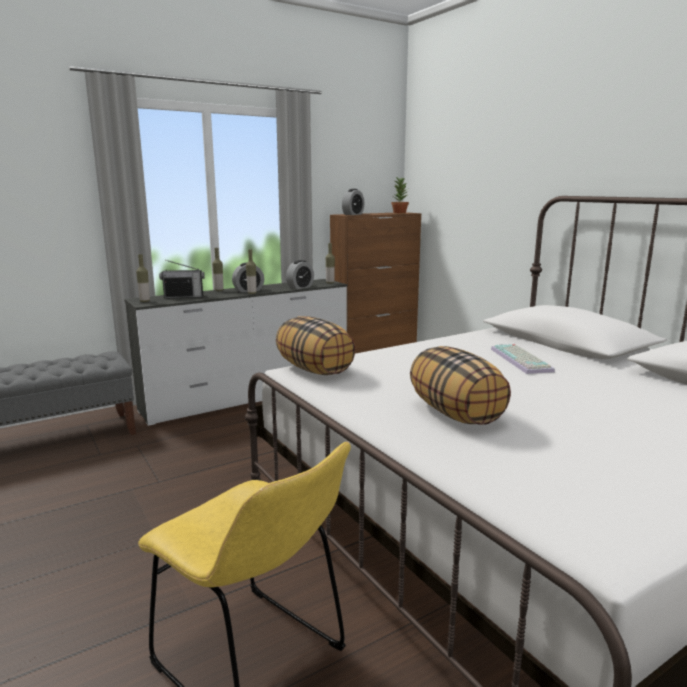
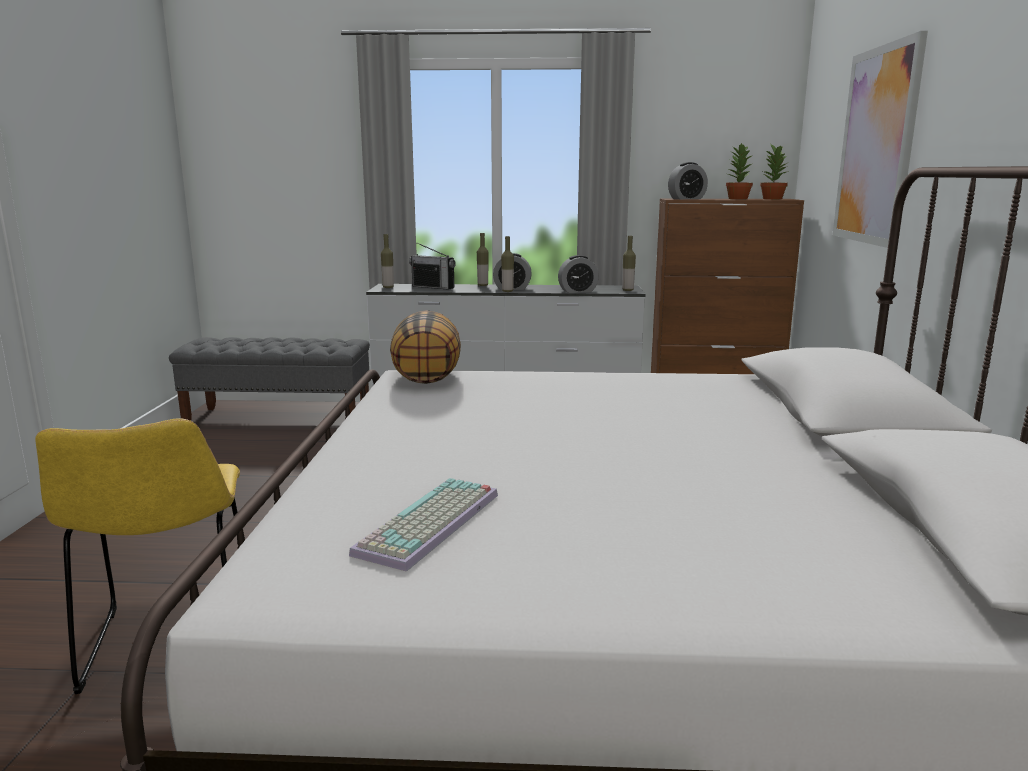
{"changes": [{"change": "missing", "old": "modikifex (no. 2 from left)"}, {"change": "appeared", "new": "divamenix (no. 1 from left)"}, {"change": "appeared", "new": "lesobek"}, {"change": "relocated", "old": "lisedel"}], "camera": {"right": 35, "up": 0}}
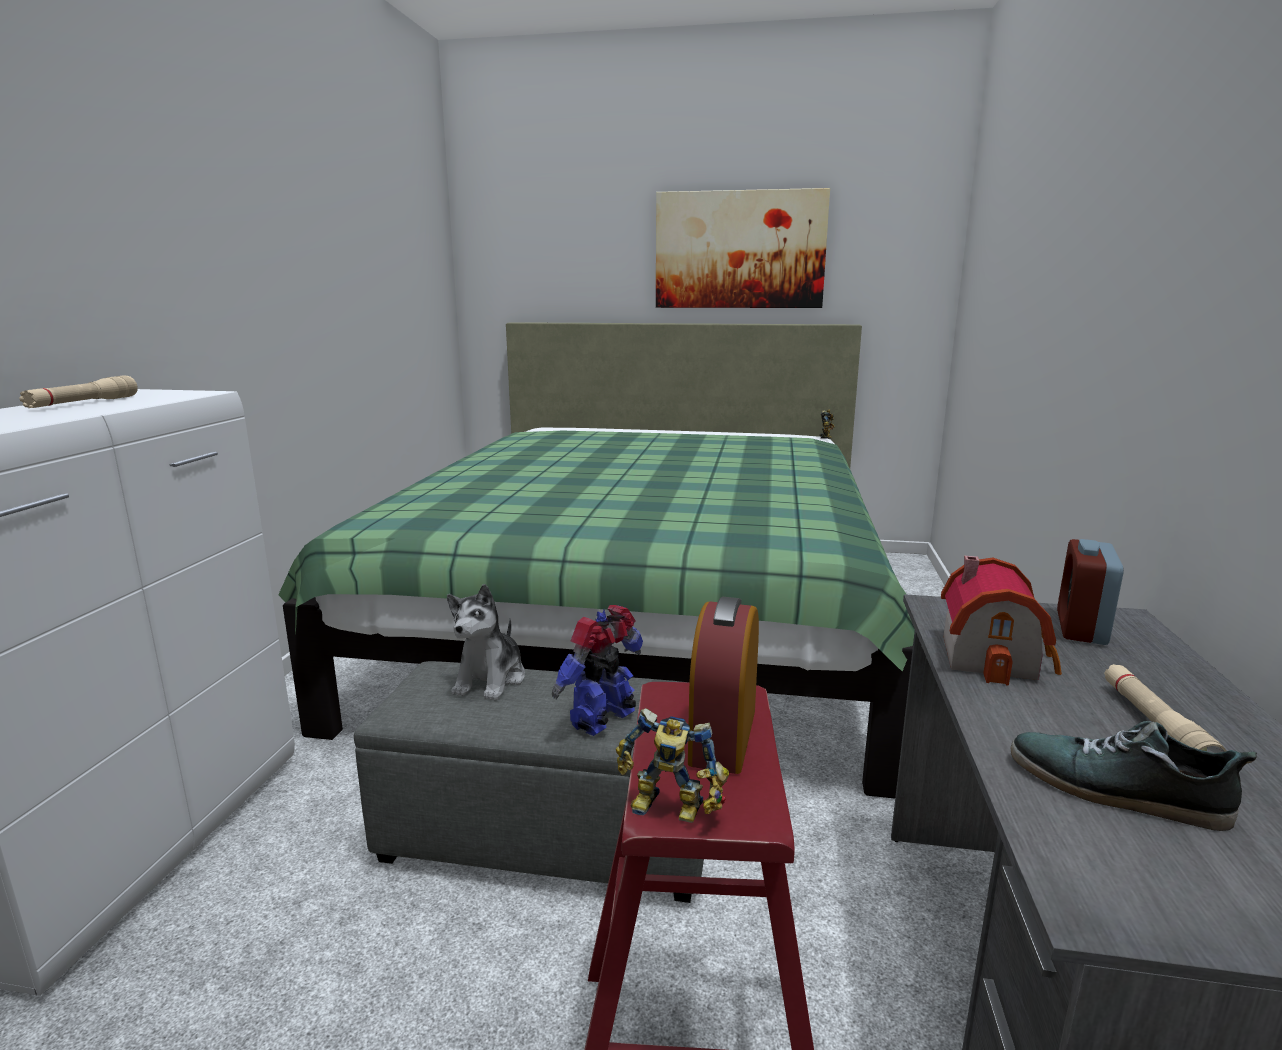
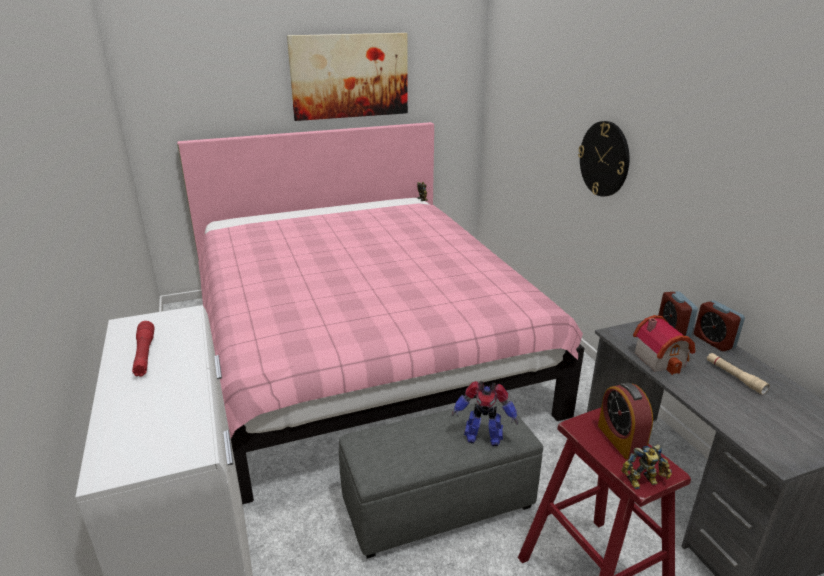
{"changes": [{"change": "missing", "old": "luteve"}, {"change": "missing", "old": "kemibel"}, {"change": "appeared", "new": "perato"}, {"change": "appeared", "new": "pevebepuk (no. 3 from left)"}, {"change": "colour", "old": "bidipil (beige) (no. 1 from left)", "new": "bidipil (red)"}, {"change": "colour", "old": "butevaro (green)", "new": "butevaro (pink)"}, {"change": "spun", "old": "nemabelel (no. 1 from left in the first image)", "degrees": -90}], "camera": {"right": -30, "up": 10}}
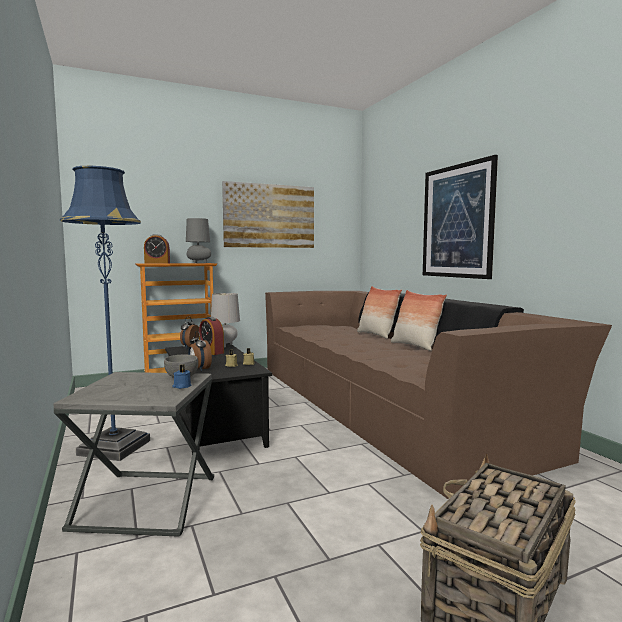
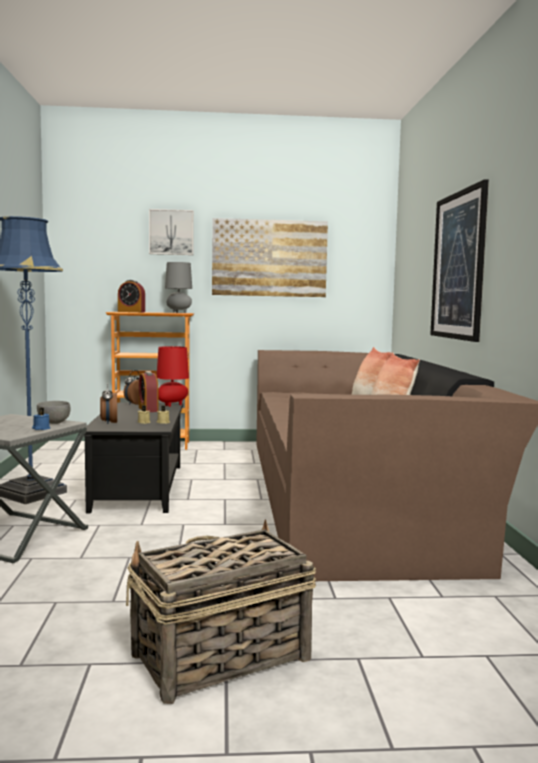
{"changes": [{"change": "appeared", "new": "lesobek (no. 1 from left)"}, {"change": "colour", "old": "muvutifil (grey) (no. 2 from left)", "new": "muvutifil (red)"}], "camera": {"right": 20, "up": 0}}
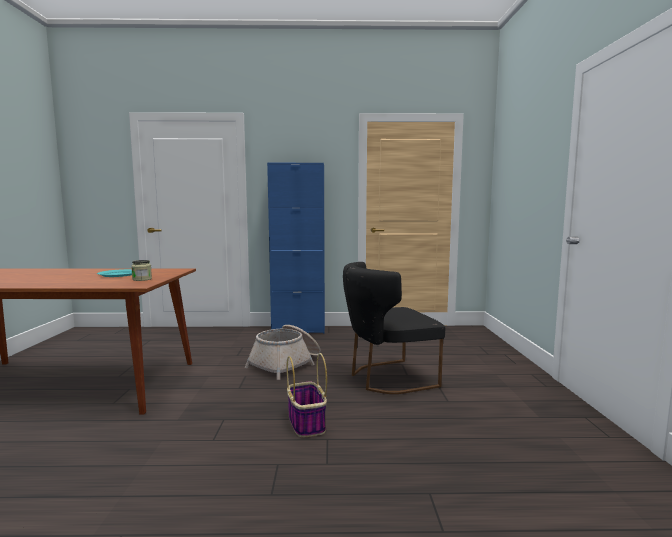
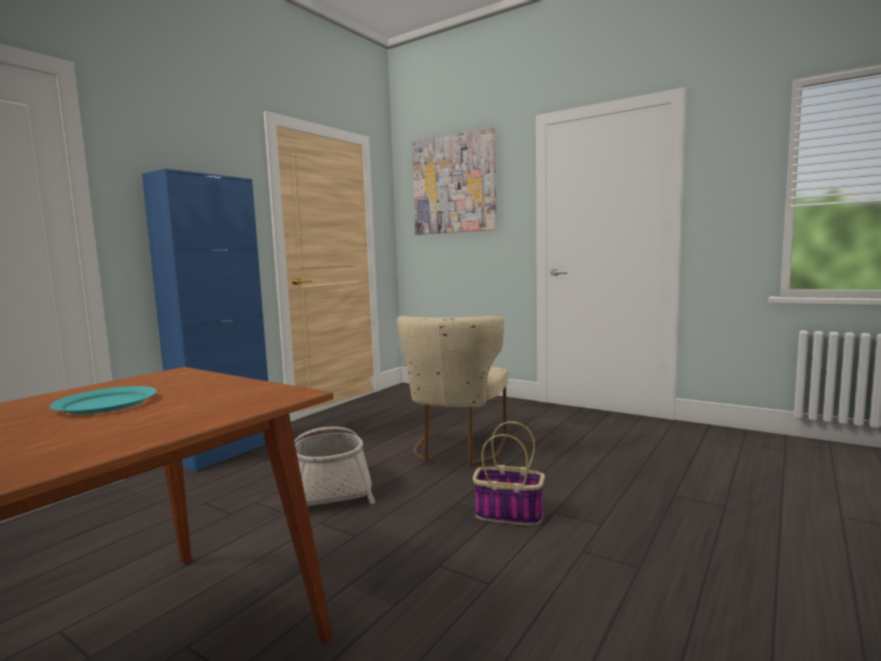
{"changes": [{"change": "missing", "old": "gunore"}, {"change": "appeared", "new": "lesobek"}, {"change": "colour", "old": "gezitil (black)", "new": "gezitil (beige)"}], "camera": {"right": -55, "up": 0}}
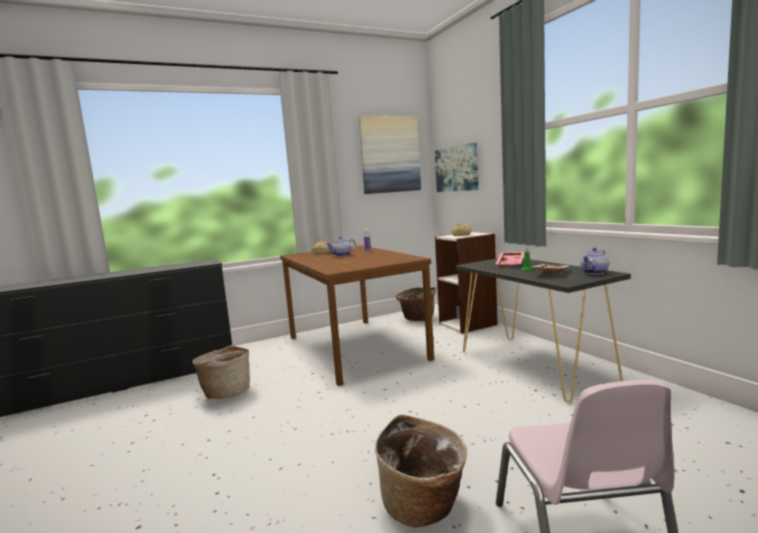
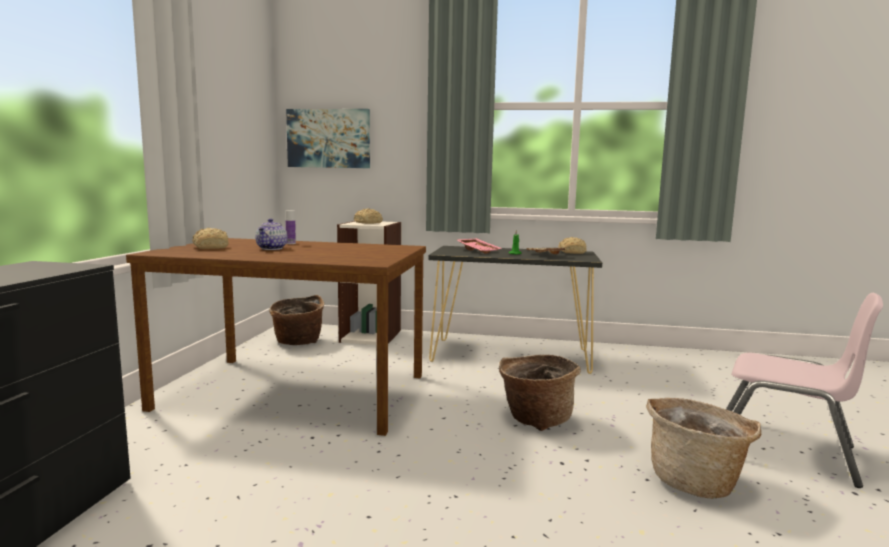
{"changes": [{"change": "missing", "old": "lesobek (no. 1 from left)"}, {"change": "relocated", "old": "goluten (no. 1 from left in the first image)", "new": "goluten (no. 2 from left)"}, {"change": "exchanged", "old": "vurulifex (no. 2 from left)", "new": "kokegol (no. 3 from left)"}], "camera": {"right": -55, "up": 0}}
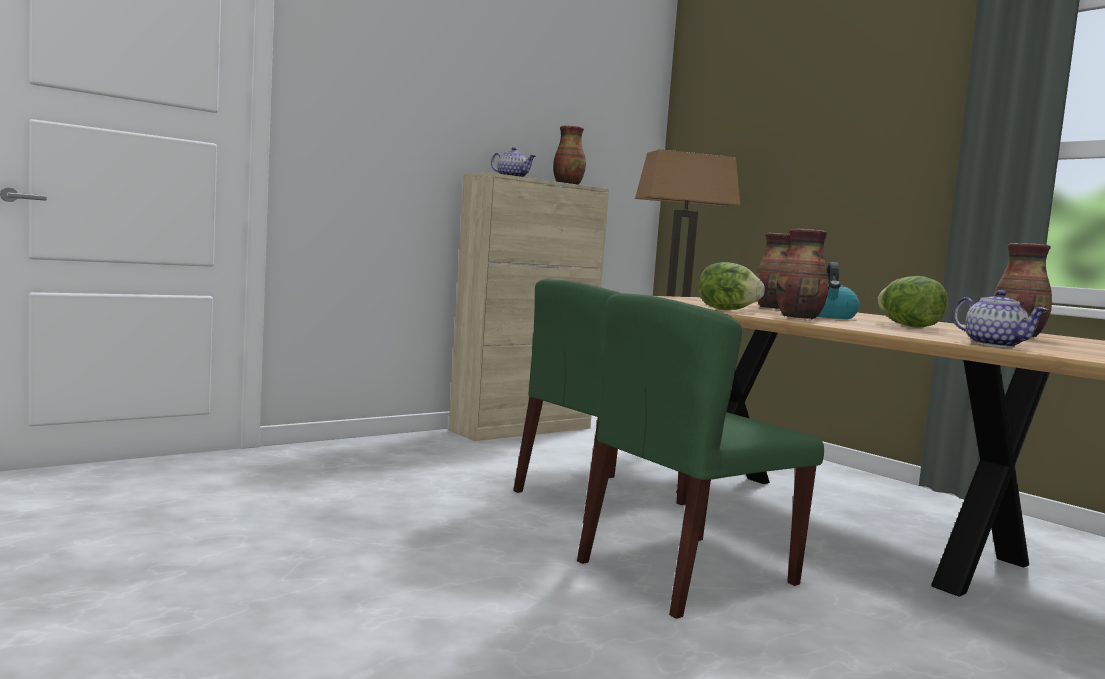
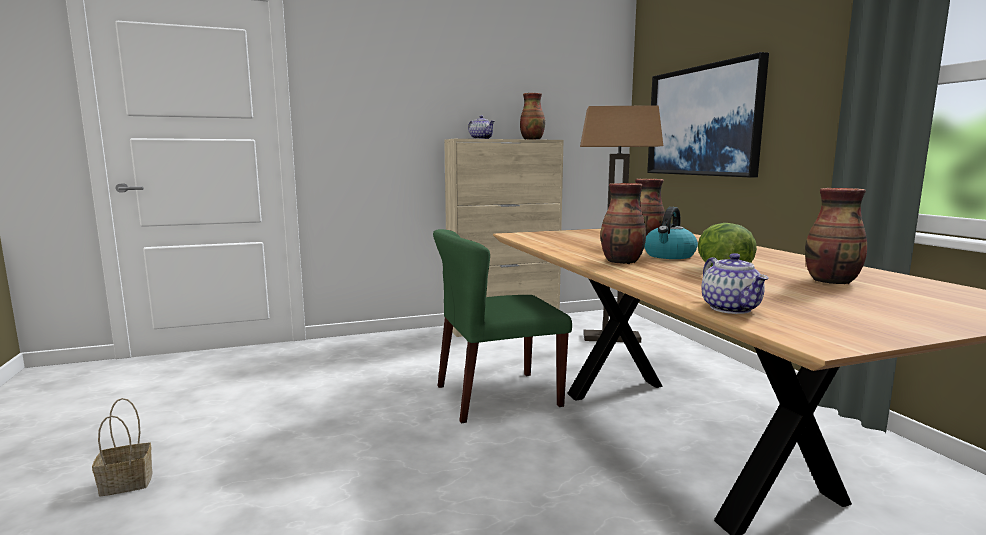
{"changes": [{"change": "missing", "old": "gezitil (green) (no. 2 from left)"}, {"change": "missing", "old": "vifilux (no. 1 from left)"}, {"change": "appeared", "new": "goluten"}, {"change": "appeared", "new": "lesobek"}], "camera": {"right": 20, "up": 5}}
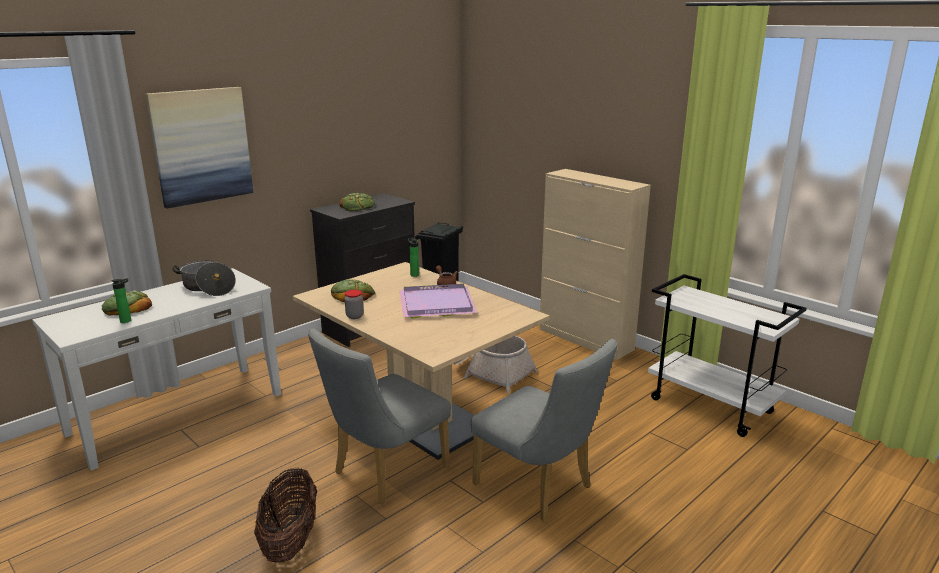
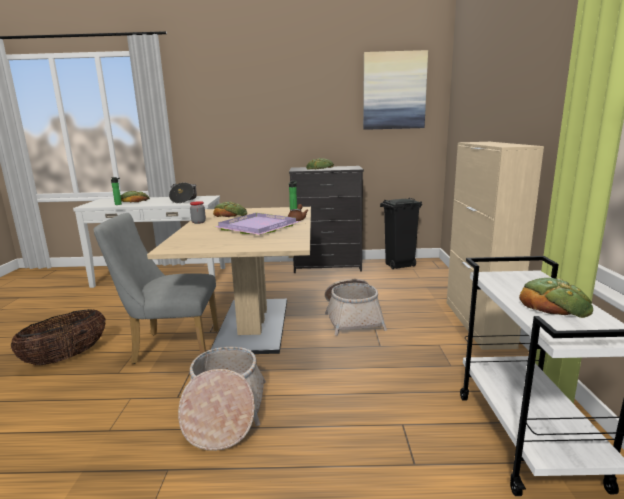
{"changes": [{"change": "appeared", "new": "kokegol (no. 4 from left)"}, {"change": "relocated", "old": "lesobek"}, {"change": "exchanged", "old": "gezitil (grey) (no. 2 from left)", "new": "goluten (no. 2 from left)"}], "camera": {"right": 45, "up": -5}}
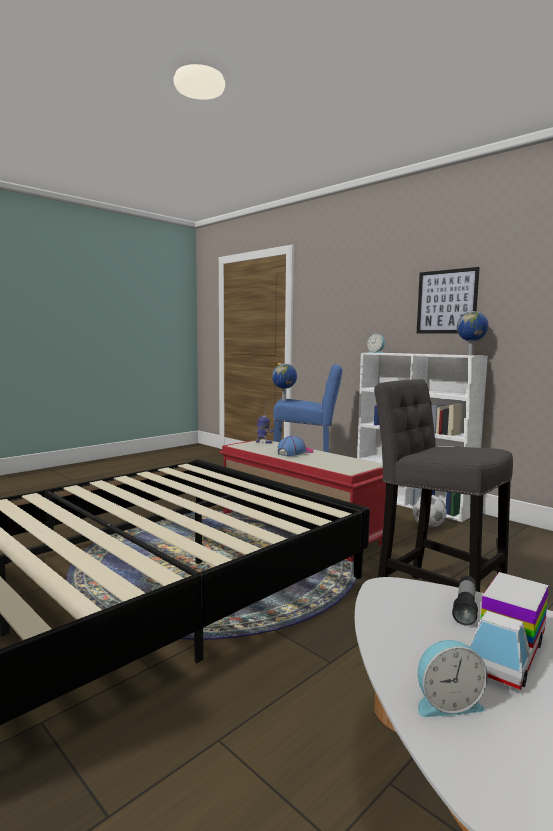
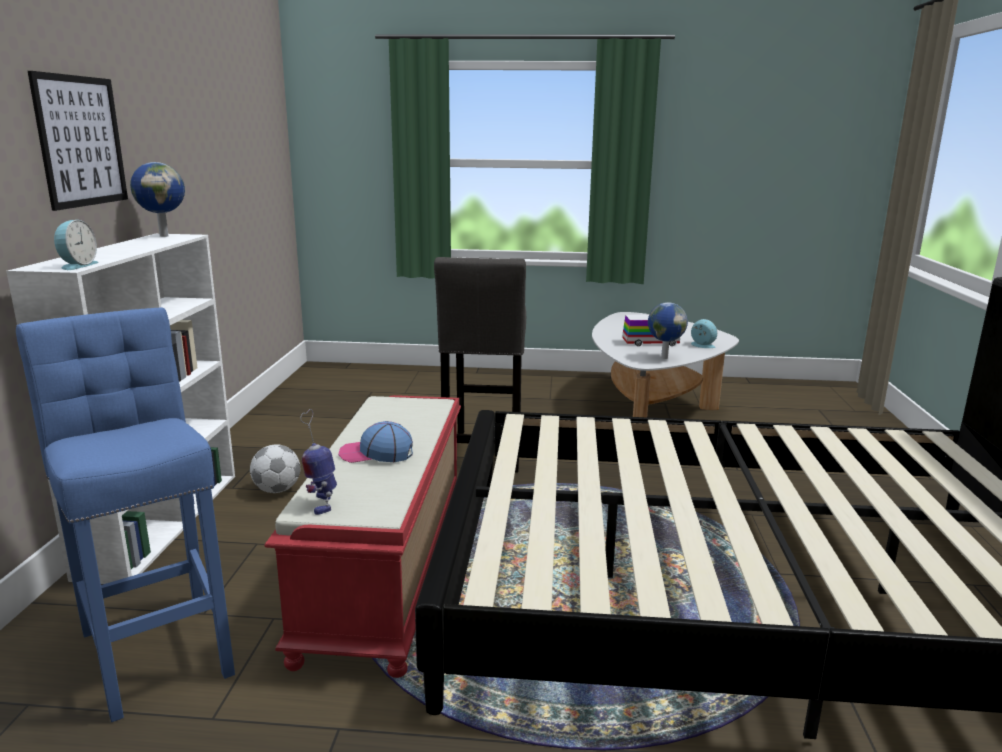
{"changes": [{"change": "missing", "old": "bidipil"}, {"change": "relocated", "old": "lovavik (no. 1 from left in the first image)", "new": "lovavik (no. 2 from left)"}], "camera": {"right": -130, "up": 10}}
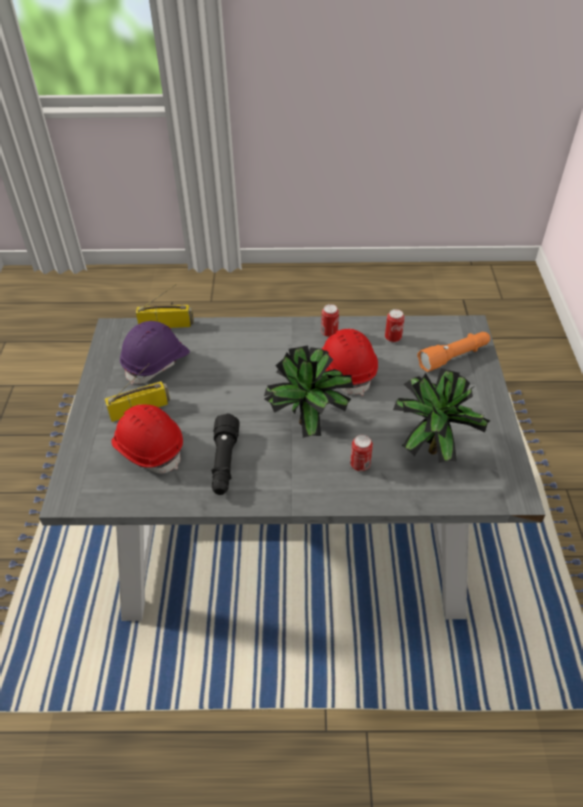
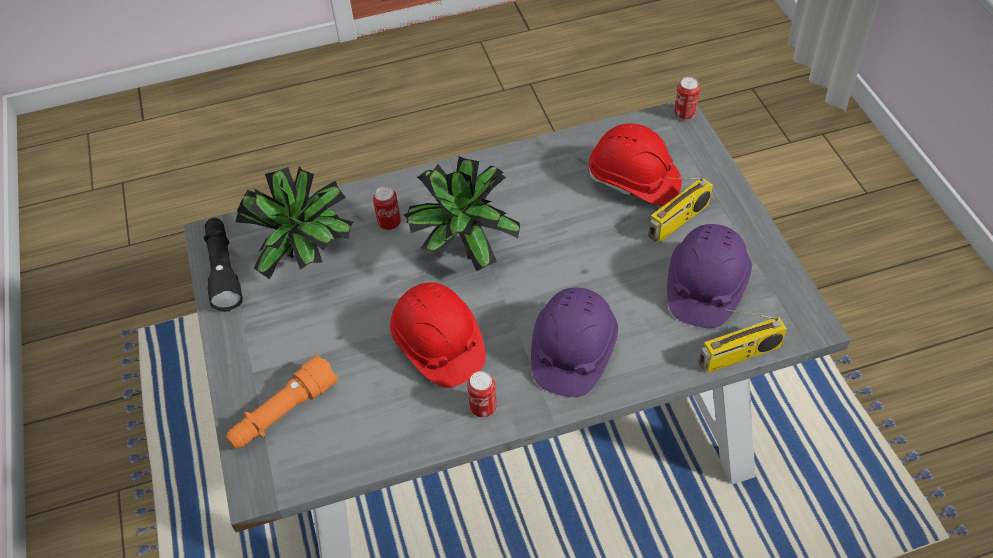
{"changes": [{"change": "appeared", "new": "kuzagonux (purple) (no. 1 from left)"}, {"change": "relocated", "old": "bidipil (black)"}, {"change": "relocated", "old": "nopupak (no. 3 from left)"}], "camera": {"right": 165, "up": 5}}
